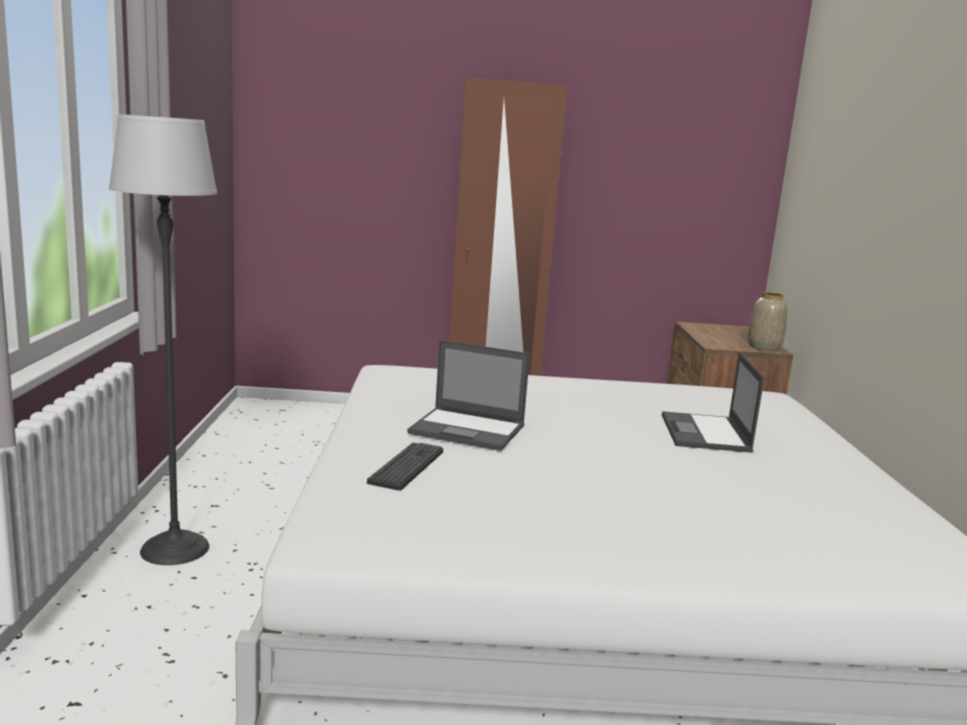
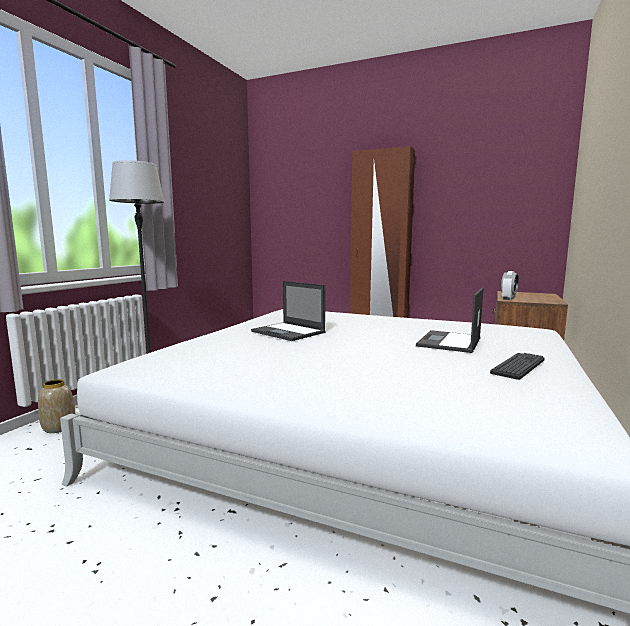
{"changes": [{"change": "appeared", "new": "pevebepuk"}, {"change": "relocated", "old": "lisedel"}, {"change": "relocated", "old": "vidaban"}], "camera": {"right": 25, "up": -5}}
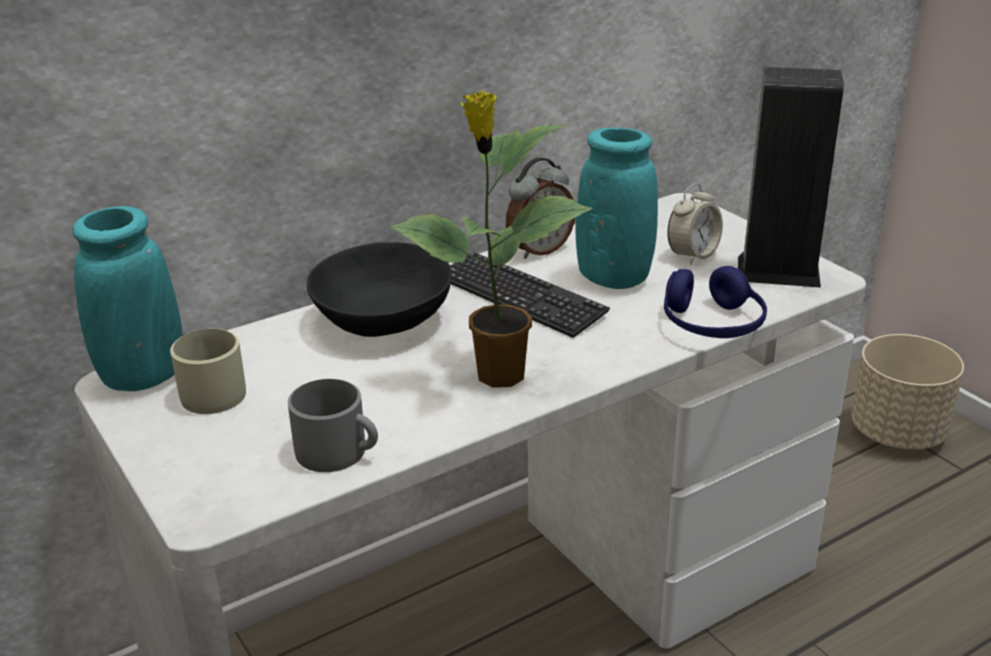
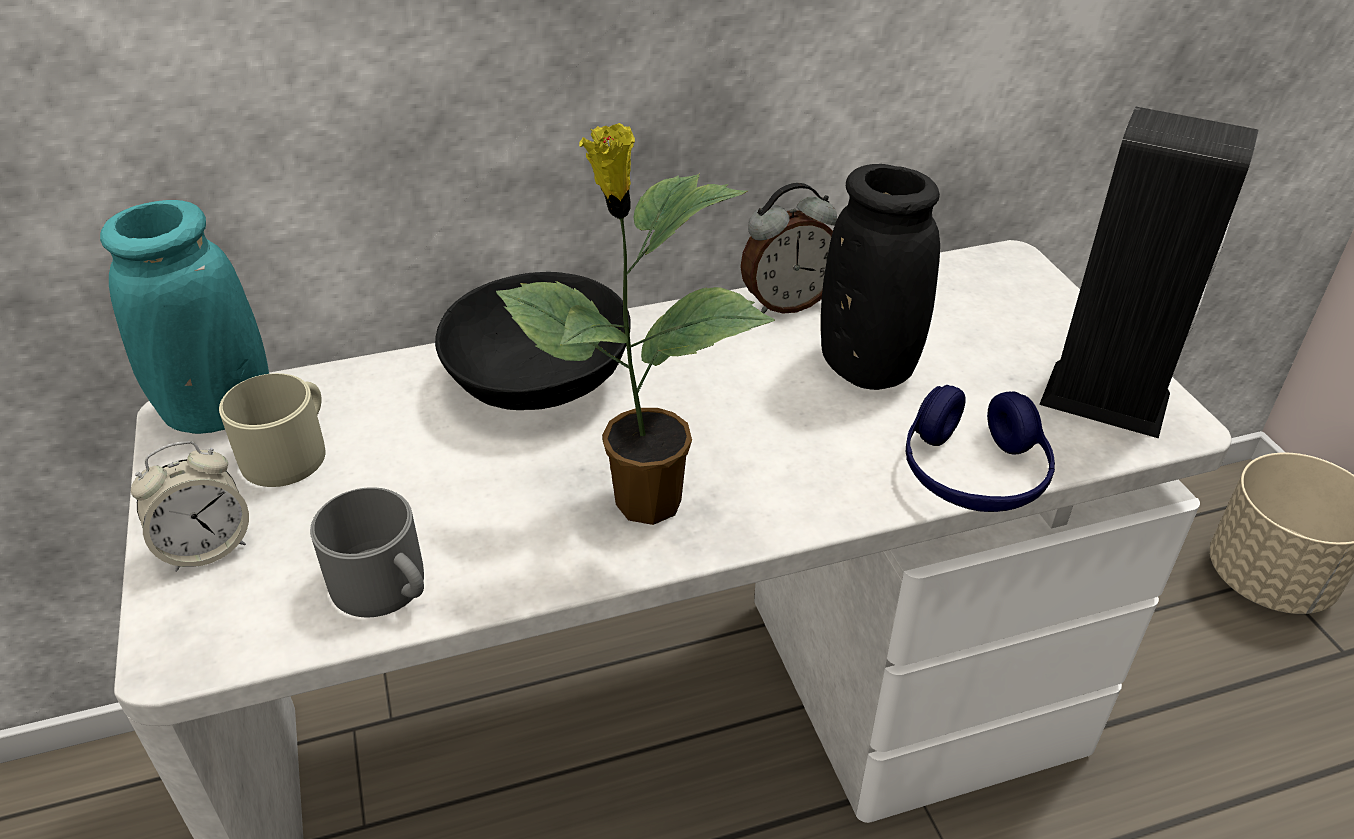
{"changes": [{"change": "missing", "old": "lisedel"}, {"change": "relocated", "old": "pevebepuk (no. 2 from left in the first image)", "new": "pevebepuk (no. 1 from left)"}, {"change": "colour", "old": "vidaban (turquoise) (no. 2 from left)", "new": "vidaban (black)"}], "camera": {"right": 15, "up": 10}}
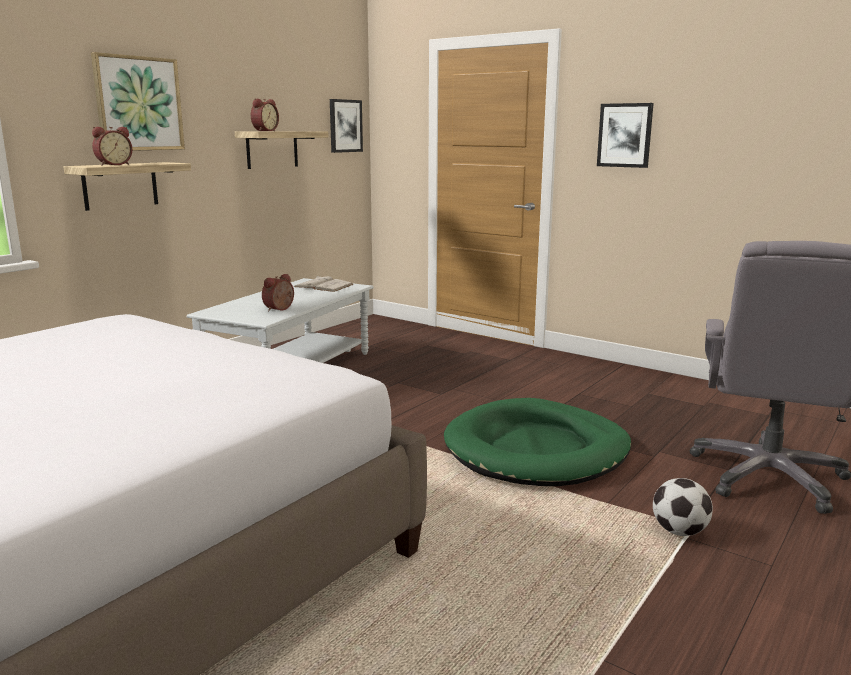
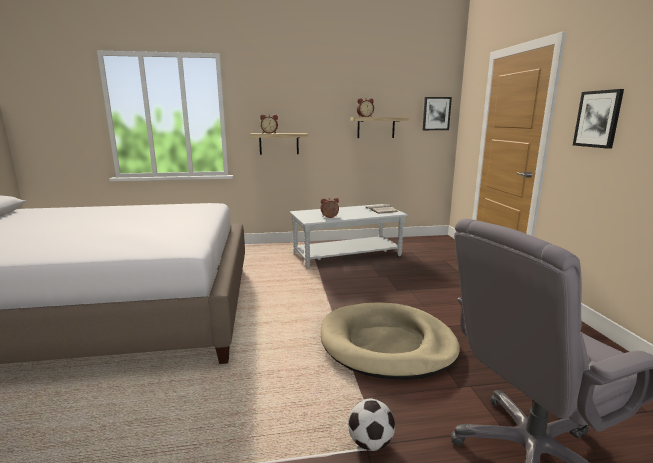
{"changes": [{"change": "missing", "old": "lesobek (no. 1 from left)"}, {"change": "colour", "old": "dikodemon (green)", "new": "dikodemon (beige)"}], "camera": {"right": 45, "up": 0}}
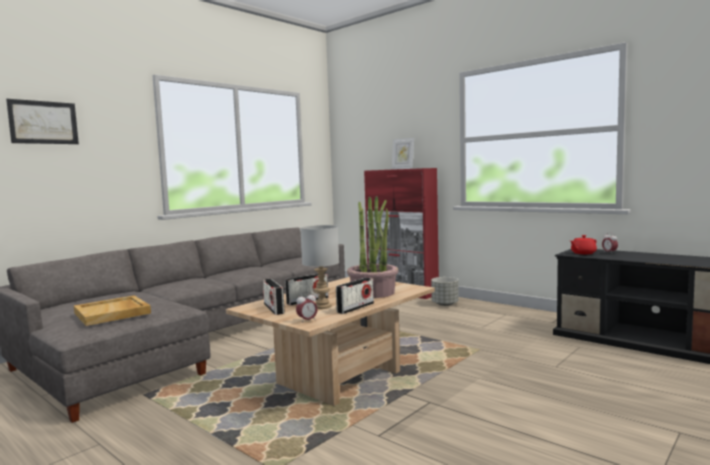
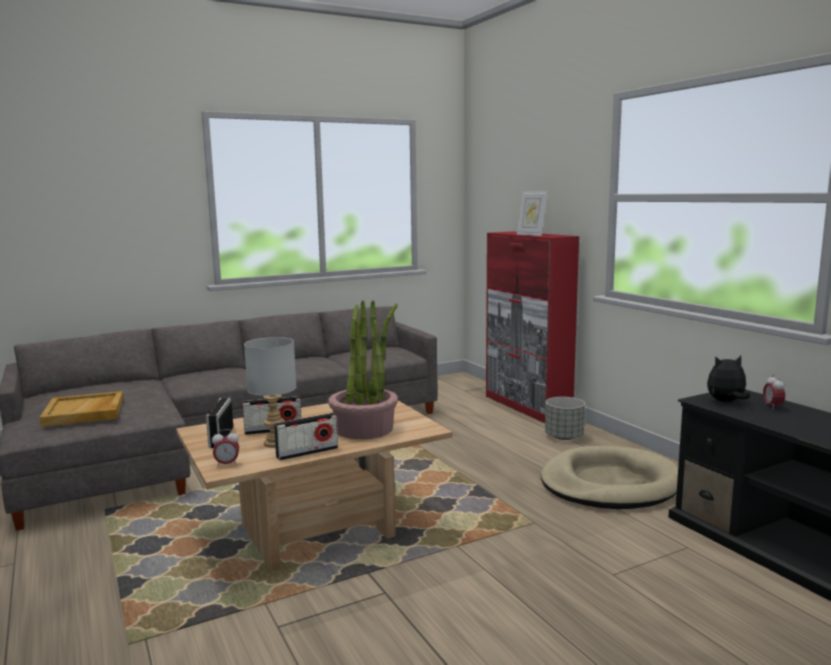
{"changes": [{"change": "missing", "old": "lesobek"}, {"change": "appeared", "new": "dikodemon (beige)"}, {"change": "exchanged", "old": "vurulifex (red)", "new": "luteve"}], "camera": {"right": 20, "up": 5}}
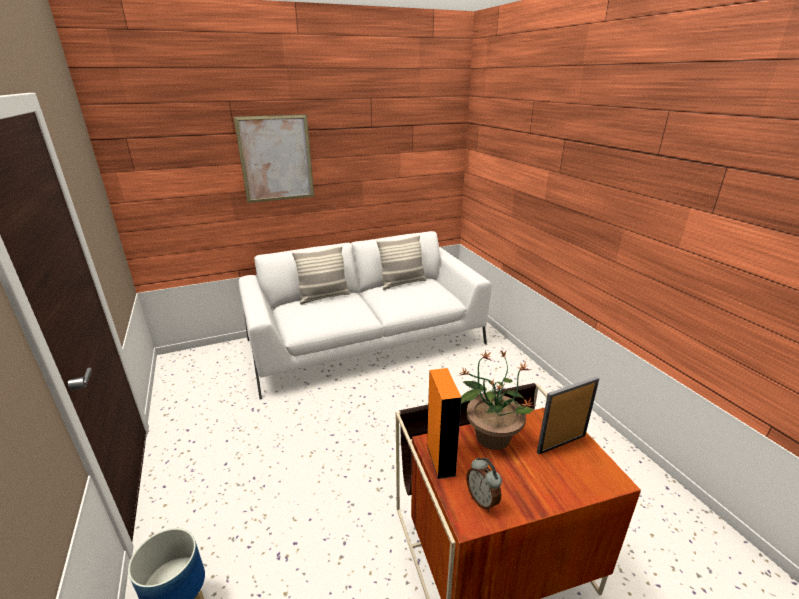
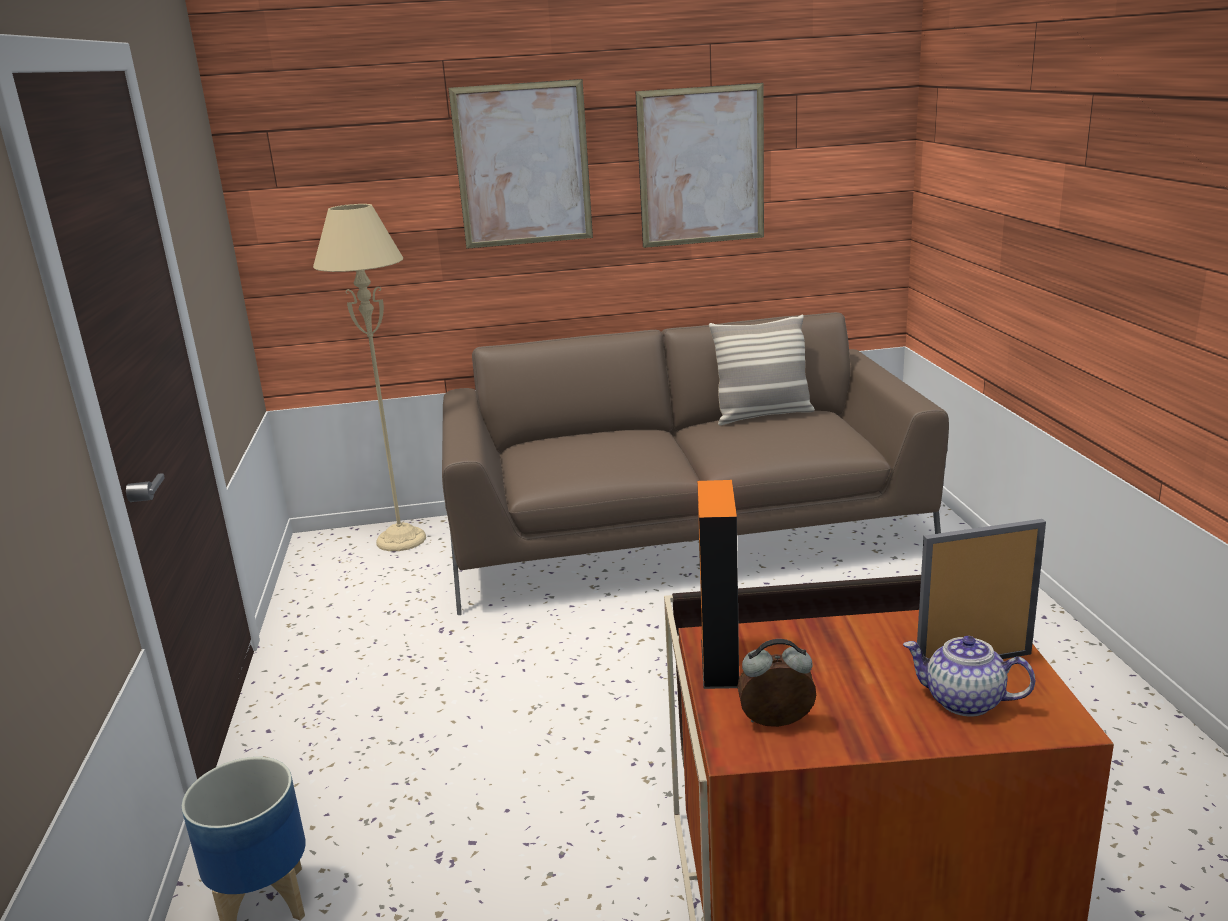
{"changes": [{"change": "missing", "old": "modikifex (no. 1 from left)"}, {"change": "missing", "old": "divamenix"}, {"change": "appeared", "new": "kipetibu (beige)"}, {"change": "appeared", "new": "lesobek (no. 2 from left)"}, {"change": "appeared", "new": "vurulifex"}, {"change": "colour", "old": "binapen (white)", "new": "binapen (brown)"}, {"change": "spun", "old": "pevebepuk", "degrees": 105}], "camera": {"right": 15, "up": -5}}
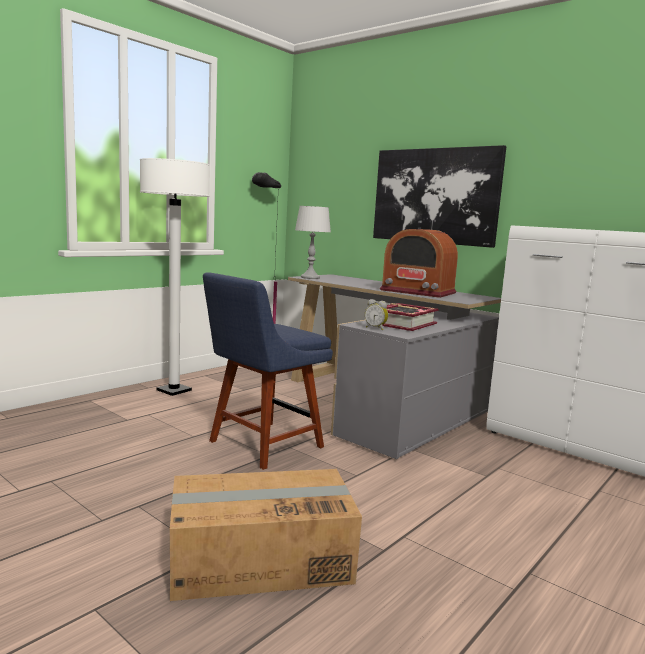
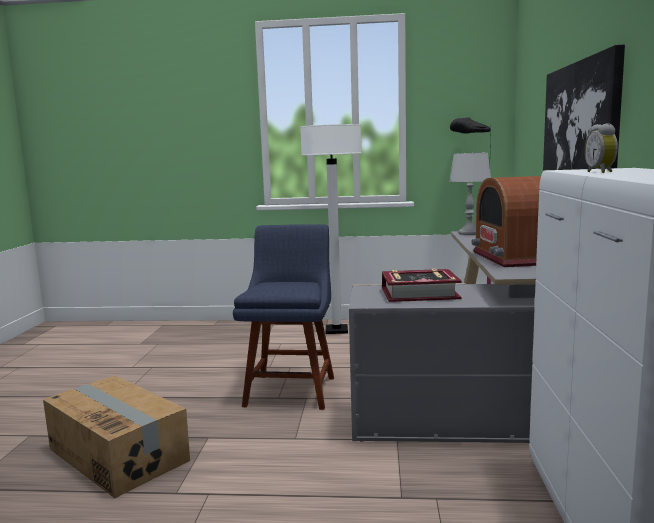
{"changes": [{"change": "relocated", "old": "pevebepuk"}, {"change": "spun", "old": "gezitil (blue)", "degrees": 90}], "camera": {"right": 55, "up": 0}}
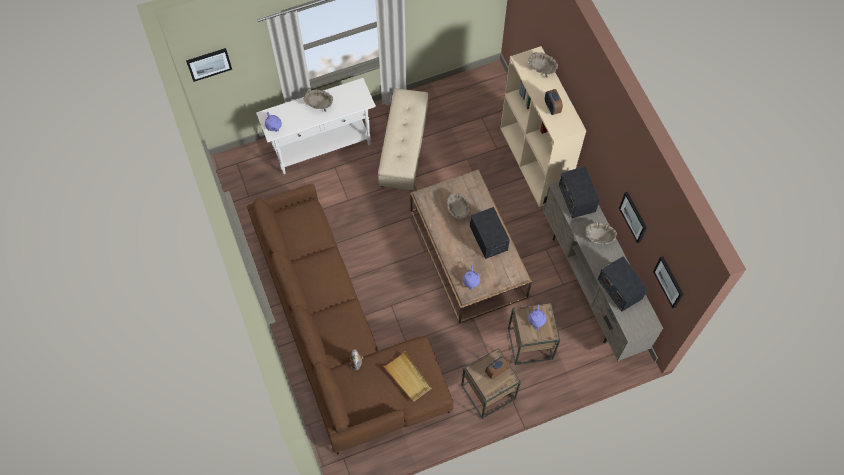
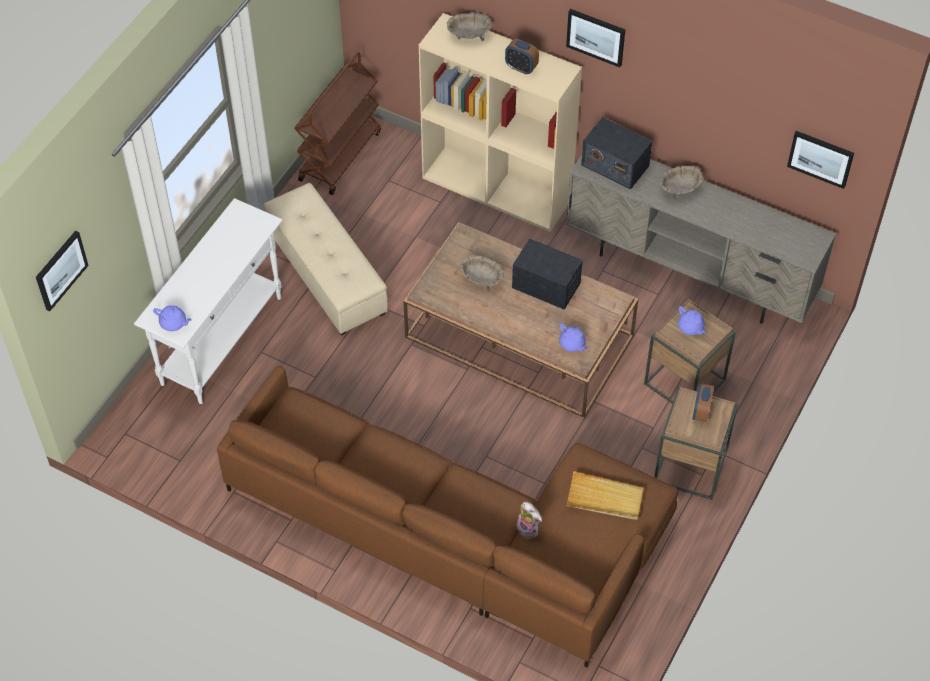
{"changes": [{"change": "missing", "old": "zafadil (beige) (no. 1 from left)"}, {"change": "missing", "old": "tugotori (no. 3 from left)"}, {"change": "appeared", "new": "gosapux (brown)"}, {"change": "relocated", "old": "lesobek (no. 2 from left)"}], "camera": {"right": -40, "up": -10}}
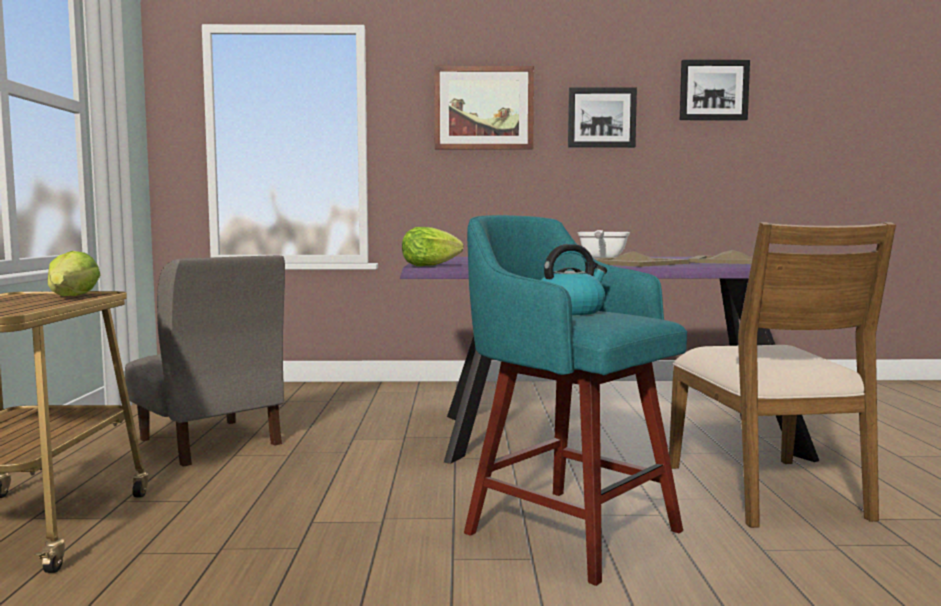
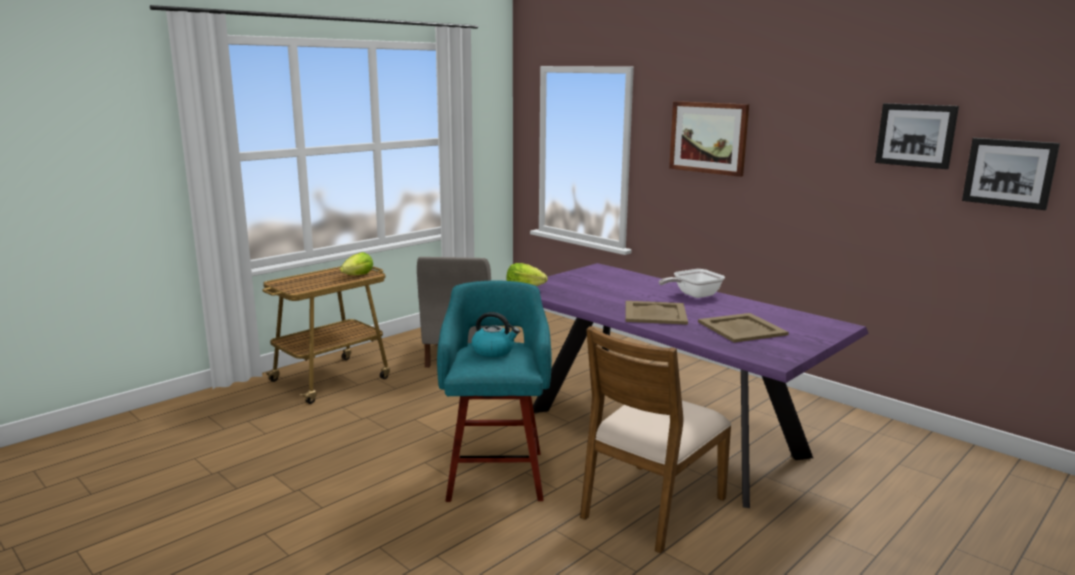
{"changes": [{"change": "relocated", "old": "lesobek (no. 2 from left in the first image)", "new": "lesobek (no. 3 from left)"}], "camera": {"right": 45, "up": 10}}
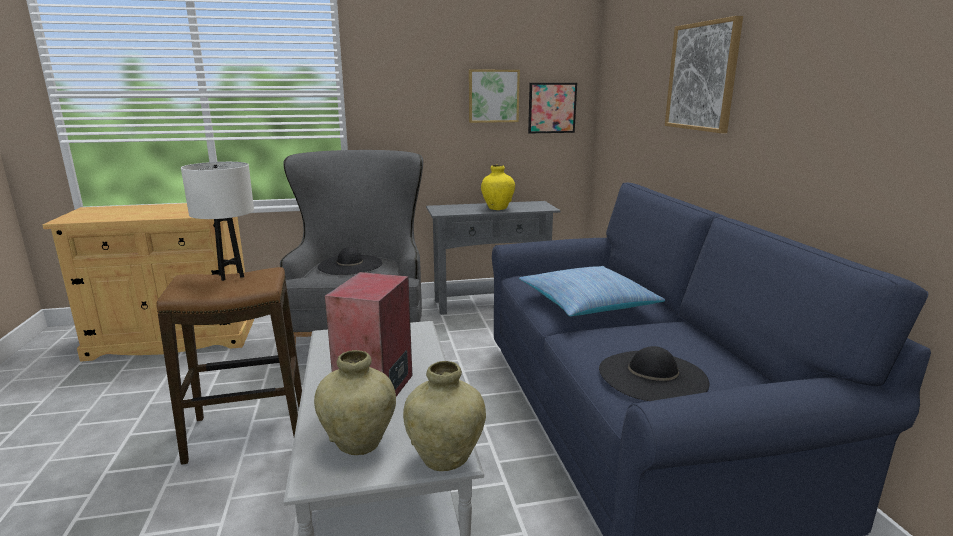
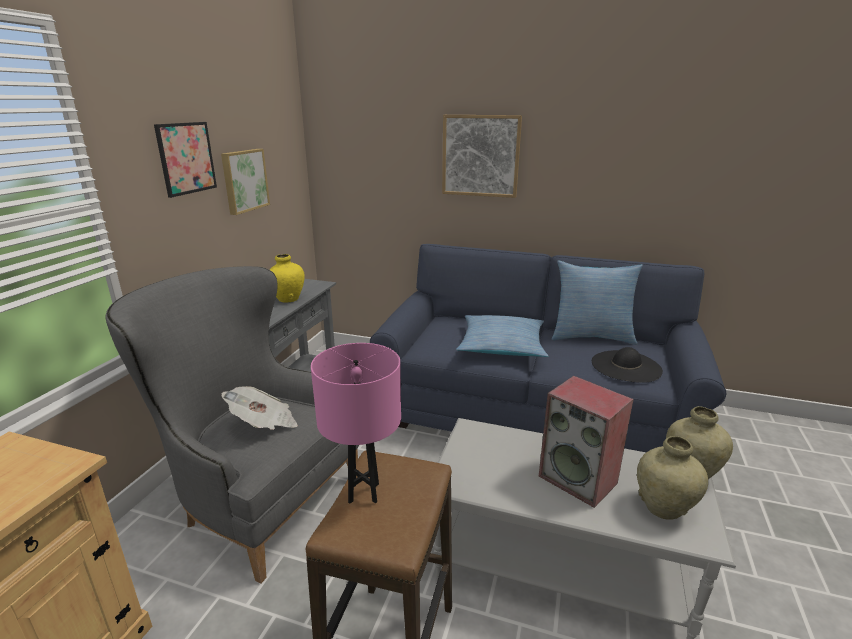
{"changes": [{"change": "appeared", "new": "modikifex (no. 2 from left)"}, {"change": "relocated", "old": "lesobek (no. 2 from left in the first image)", "new": "lesobek (no. 1 from left)"}, {"change": "exchanged", "old": "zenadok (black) (no. 1 from left)", "new": "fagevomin"}, {"change": "colour", "old": "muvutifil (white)", "new": "muvutifil (pink)"}], "camera": {"right": -60, "up": 5}}
